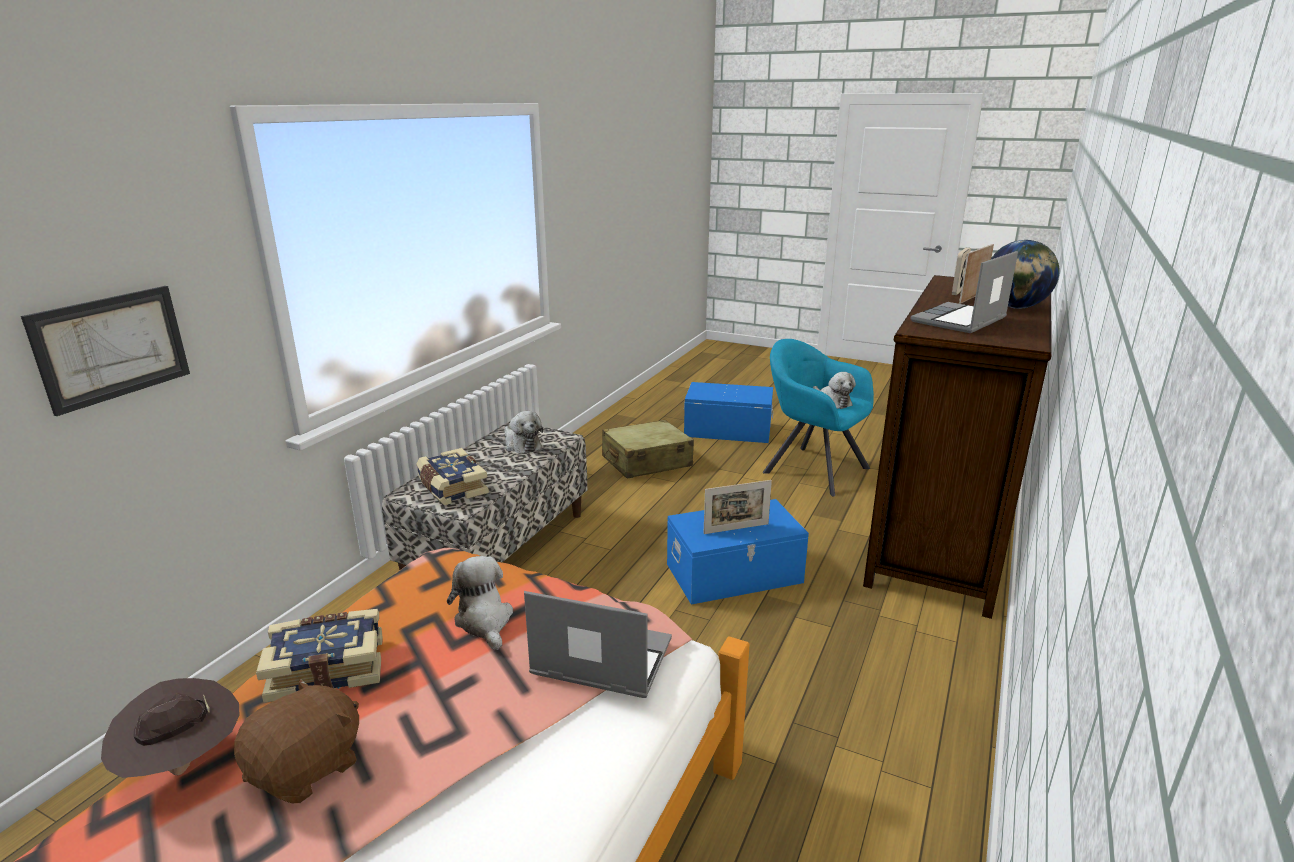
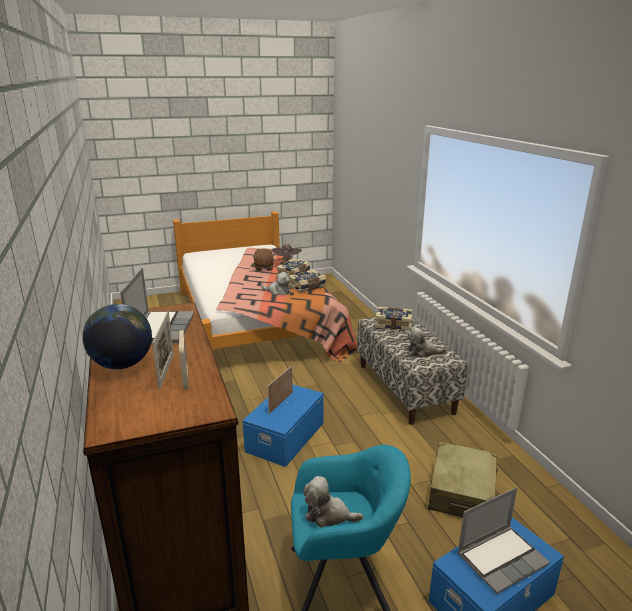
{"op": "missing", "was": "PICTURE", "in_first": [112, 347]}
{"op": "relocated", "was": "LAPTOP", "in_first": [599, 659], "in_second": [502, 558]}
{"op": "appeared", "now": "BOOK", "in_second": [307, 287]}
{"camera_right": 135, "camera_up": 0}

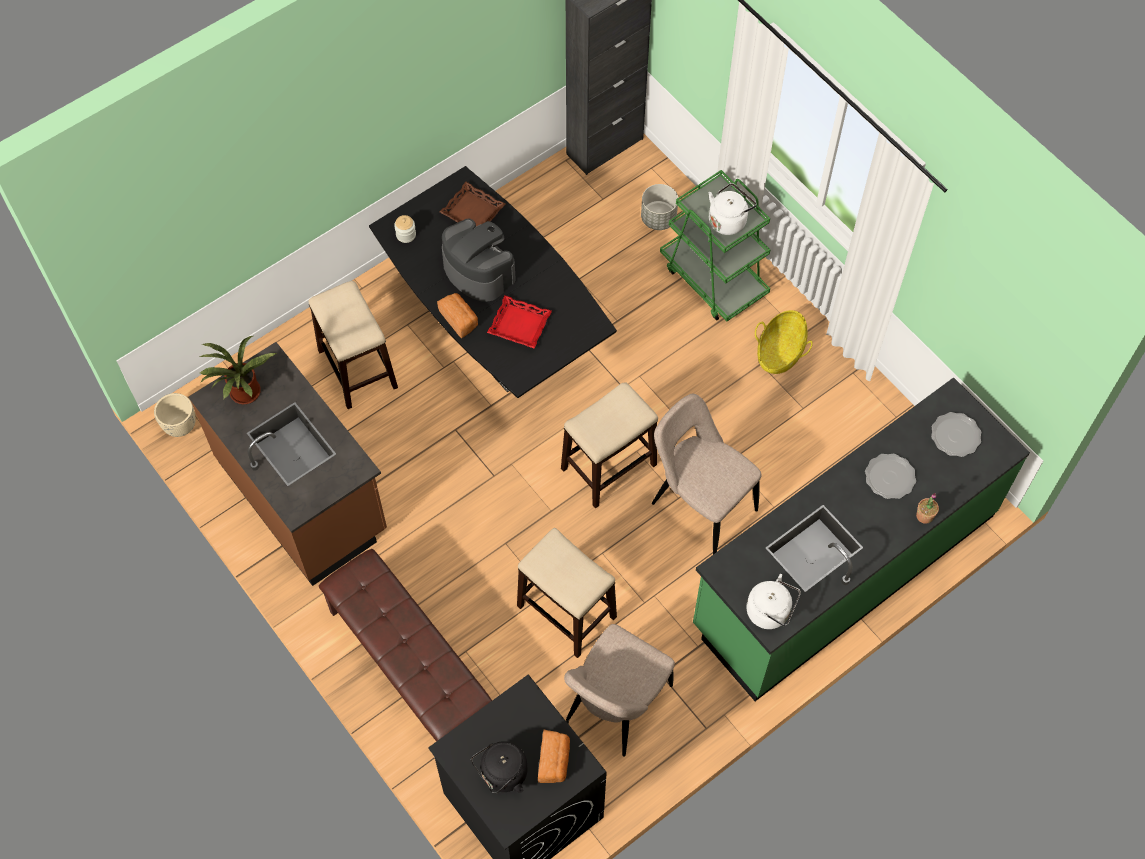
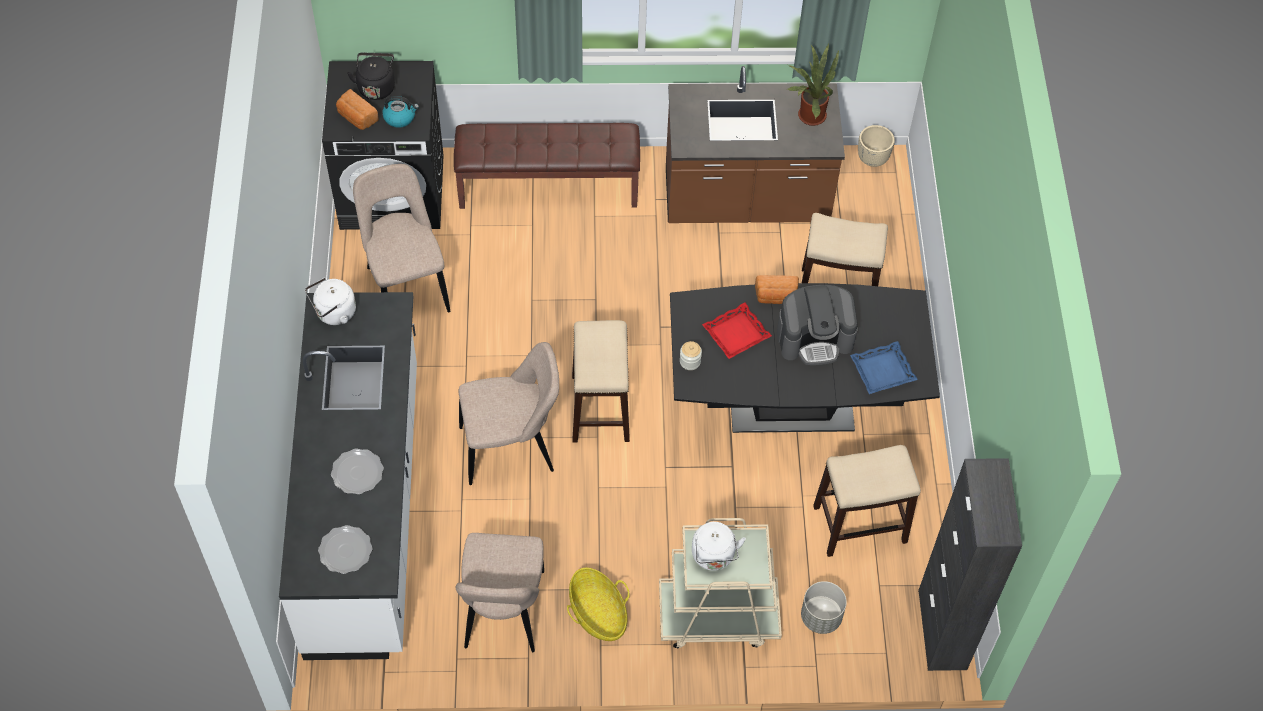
{"op": "colour", "was": "GREEN CART", "now": "BEIGE CART", "in_first": [713, 278], "in_second": [718, 616]}
{"op": "colour", "was": "BROWN TRAY", "now": "BLUE TRAY", "in_first": [472, 212], "in_second": [882, 370]}
{"op": "relocated", "was": "JAR", "in_first": [406, 235], "in_second": [690, 361]}
{"op": "colour", "was": "GREEN COUNTER", "now": "WHITE COUNTER", "in_first": [843, 569], "in_second": [366, 509]}
{"op": "missing", "was": "POTTED PLANT", "in_first": [924, 516]}
{"op": "relocated", "was": "STOOL", "in_first": [567, 612], "in_second": [859, 524]}
{"op": "appeared", "now": "KETTLE", "in_second": [400, 117]}
{"op": "appeared", "now": "BEIGE CHAIR", "in_second": [503, 614]}
{"camera_right": 125, "camera_up": -5}

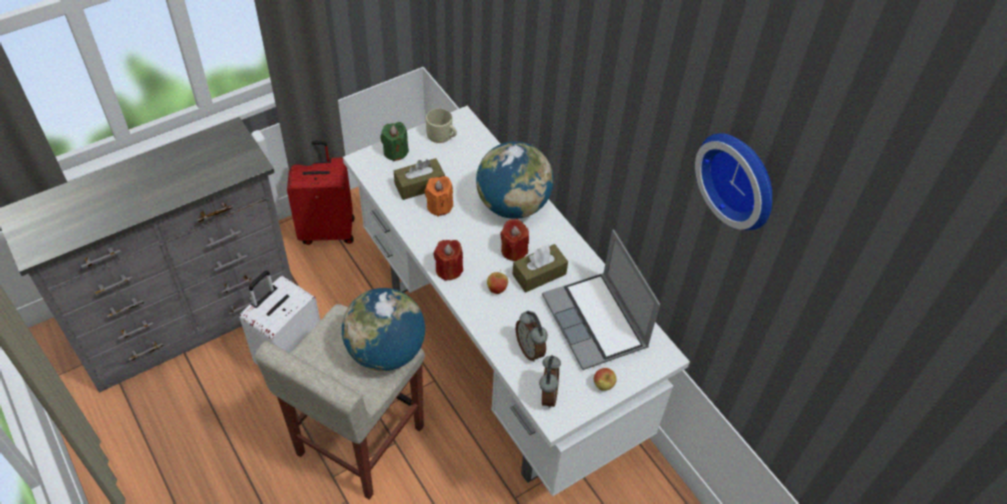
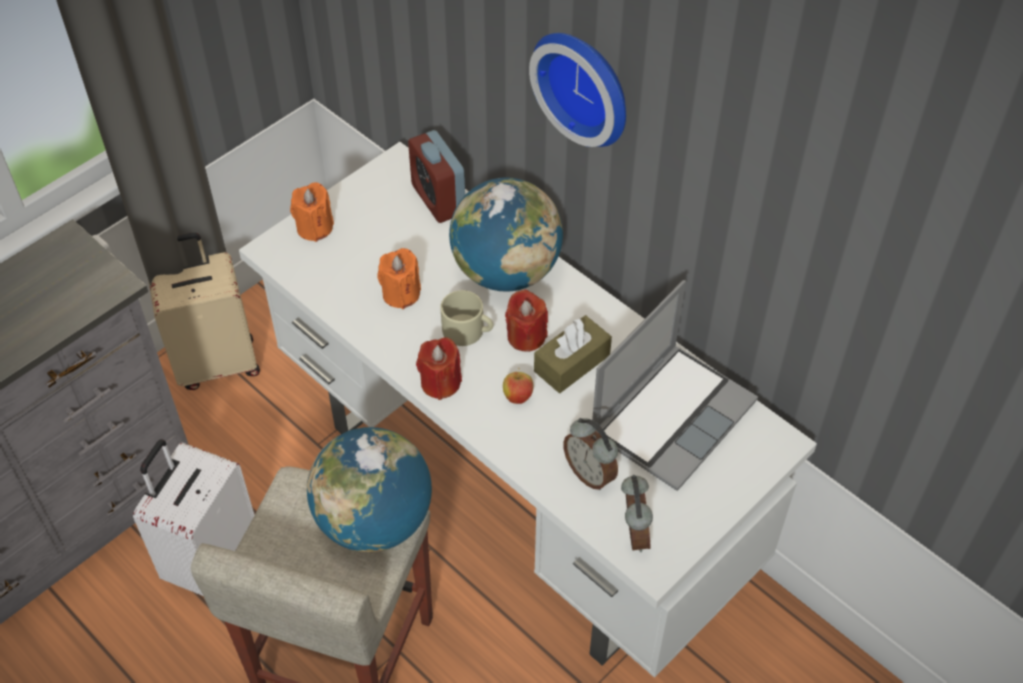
{"op": "relocated", "was": "BEIGE MUG", "in_first": [442, 135], "in_second": [468, 331]}
{"op": "colour", "was": "GREEN CANDLE", "now": "ORANGE CANDLE", "in_first": [395, 152], "in_second": [314, 227]}
{"op": "relocated", "was": "WALL CLOCK", "in_first": [741, 178], "in_second": [586, 85]}
{"op": "colour", "was": "RED SUITCASE", "now": "BEIGE SUITCASE", "in_first": [327, 230], "in_second": [217, 363]}
{"op": "missing", "was": "BROWN TISSUE BOX", "in_first": [419, 185]}
{"op": "spun", "was": "LAPTOP", "in_first": [596, 323], "in_second": [672, 415], "clockwise": -105}
{"op": "missing", "was": "APPLE", "in_first": [603, 385]}
{"op": "appeared", "now": "ALARM CLOCK", "in_second": [438, 199]}
{"camera_right": -10, "camera_up": 0}

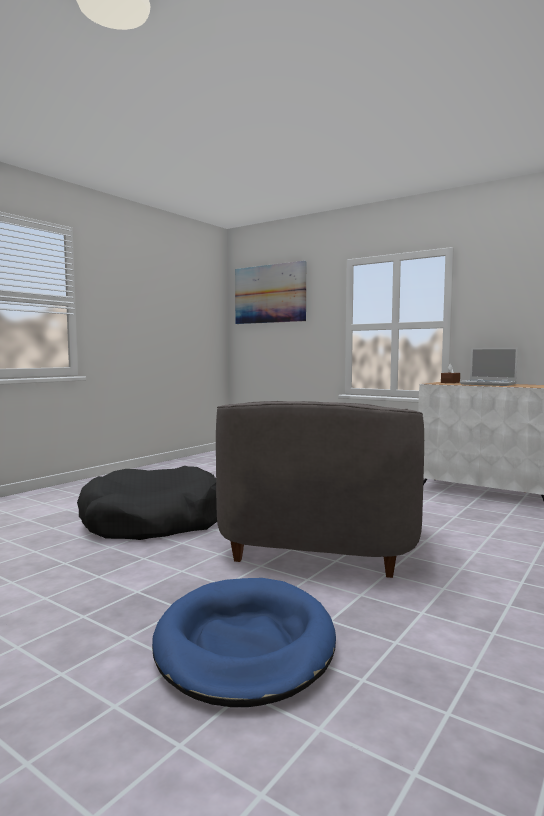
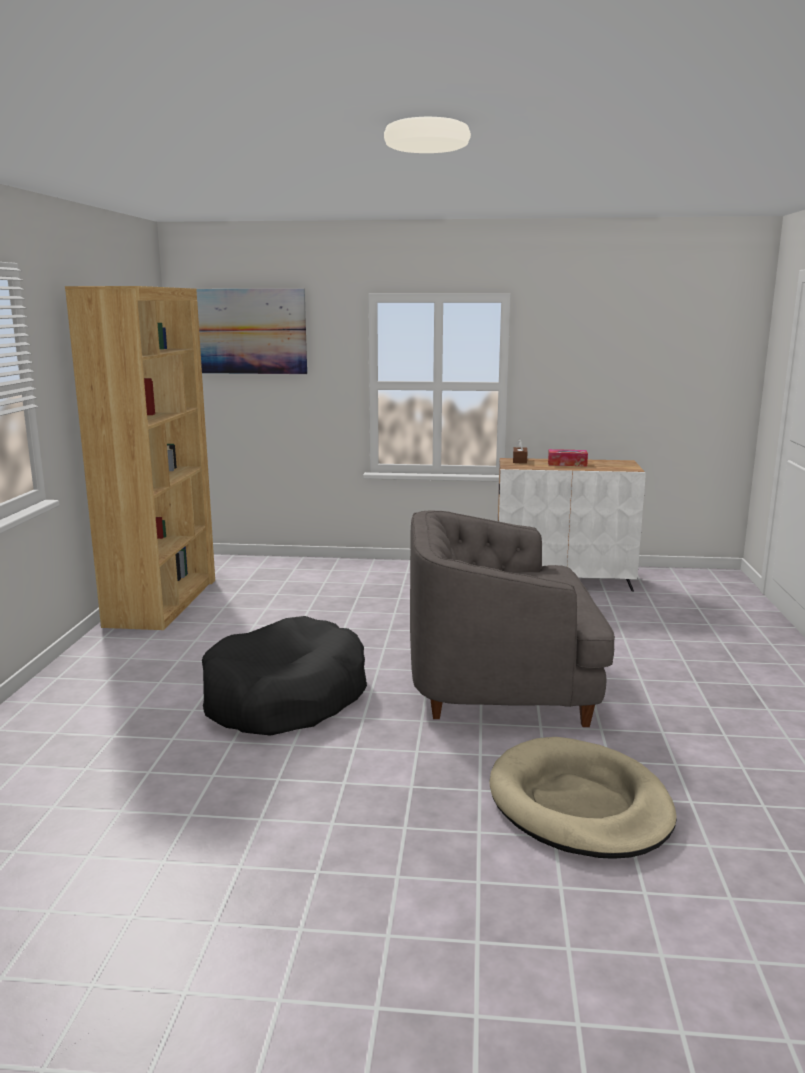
{"op": "exchanged", "was": "LAPTOP", "now": "TISSUE BOX", "in_first": [488, 384], "in_second": [567, 464]}
{"op": "spun", "was": "GREY ARMCHAIR", "in_first": [322, 543], "in_second": [500, 682], "clockwise": 105}
{"op": "colour", "was": "BLUE DOG BED", "now": "BEIGE DOG BED", "in_first": [245, 645], "in_second": [579, 804]}
{"op": "appeared", "now": "BROWN BOOKCASE", "in_second": [162, 602]}
{"camera_right": -30, "camera_up": 10}

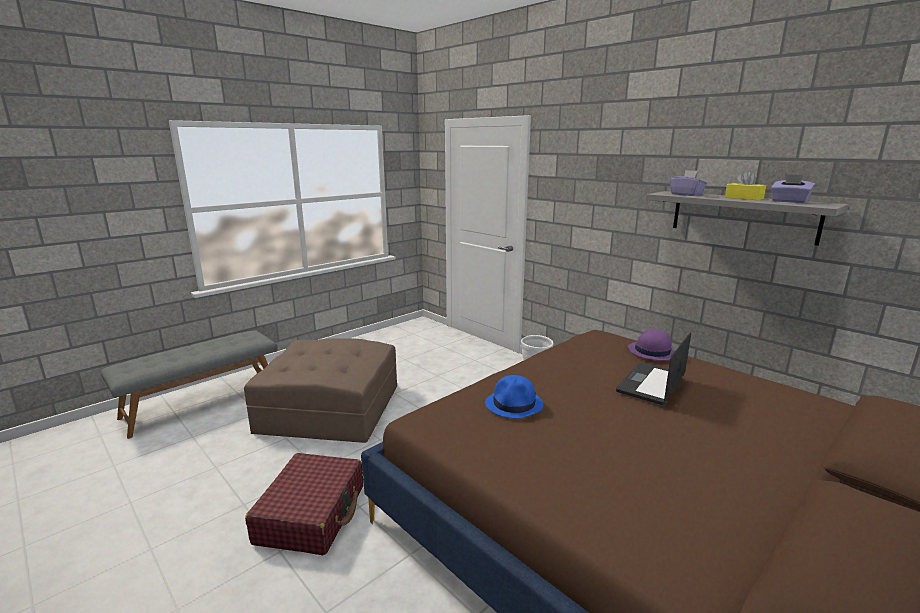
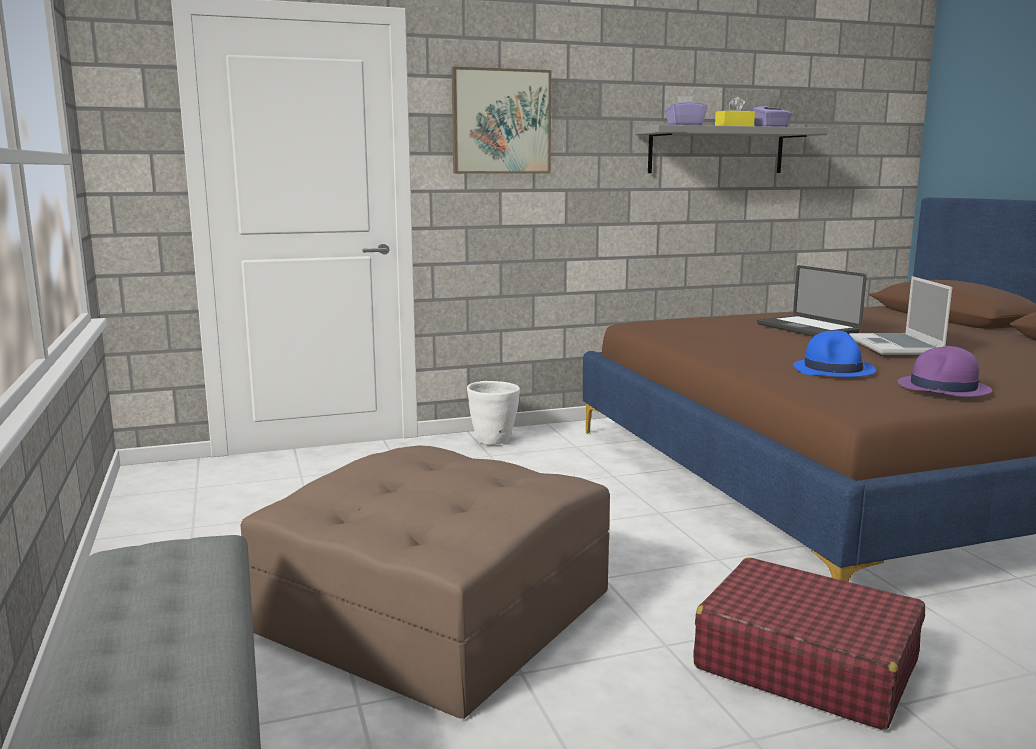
{"op": "relocated", "was": "PURPLE HAT", "in_first": [651, 351], "in_second": [943, 388]}
{"op": "appeared", "now": "PICTURE", "in_second": [501, 122]}
{"op": "appeared", "now": "LAPTOP", "in_second": [897, 347]}
{"camera_right": -65, "camera_up": -5}

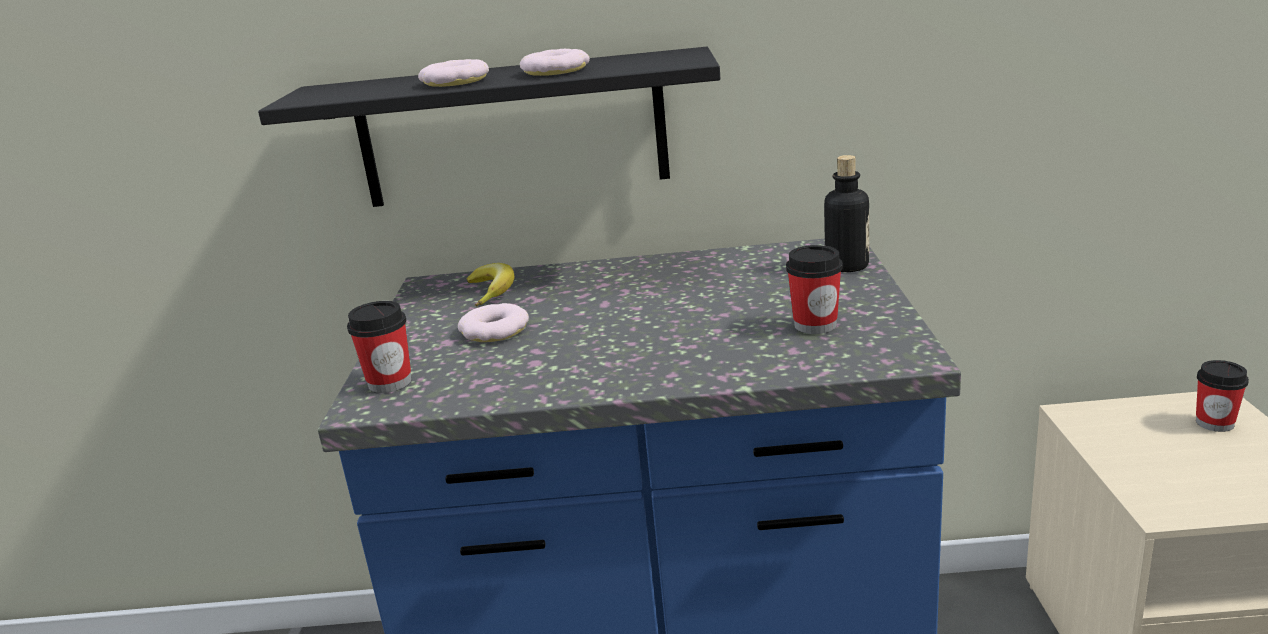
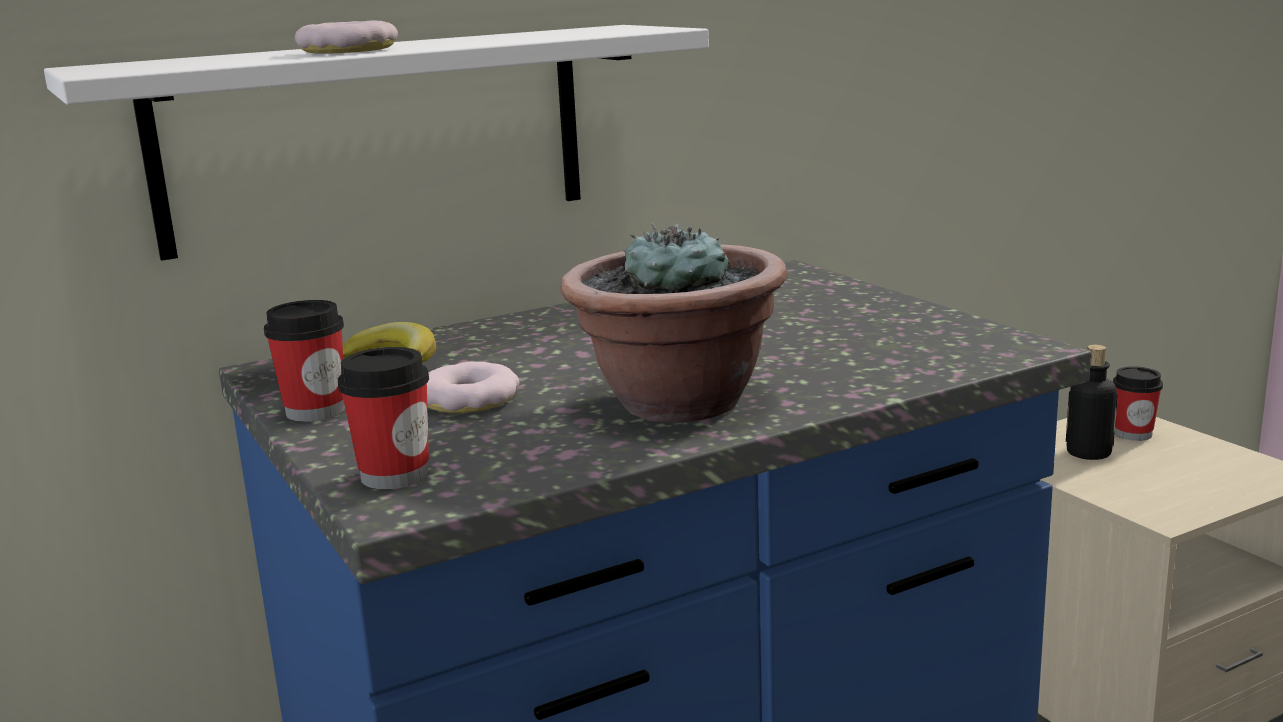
{"op": "colour", "was": "BLACK SHELF", "now": "WHITE SHELF", "in_first": [512, 130], "in_second": [375, 137]}
{"op": "missing", "was": "DONUT", "in_first": [555, 71]}
{"op": "relocated", "was": "BOTTLE", "in_first": [847, 266], "in_second": [1088, 453]}
{"op": "relocated", "was": "CUP", "in_first": [815, 325], "in_second": [315, 411]}
{"op": "appeared", "now": "POTTED PLANT", "in_second": [677, 402]}
{"camera_right": -30, "camera_up": -5}

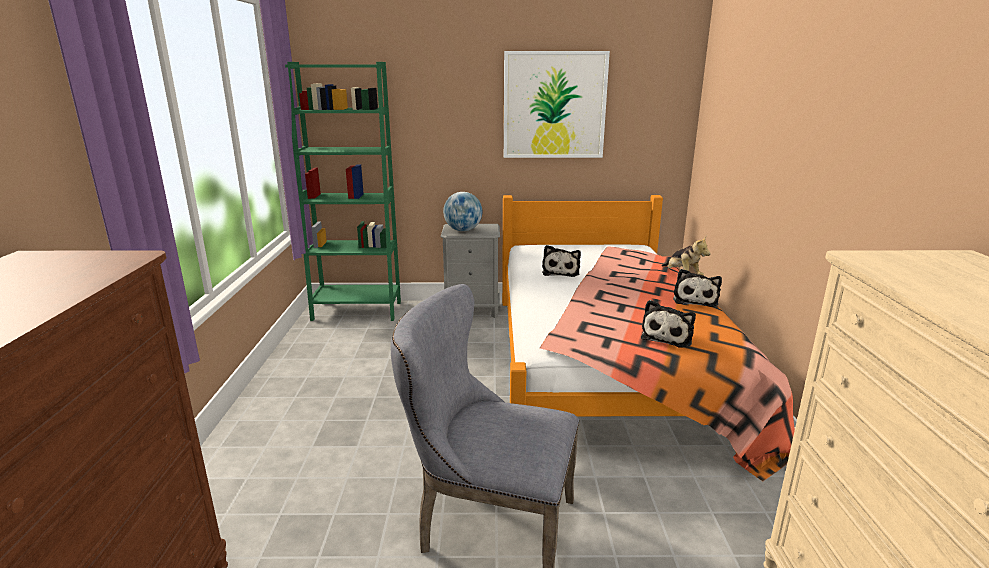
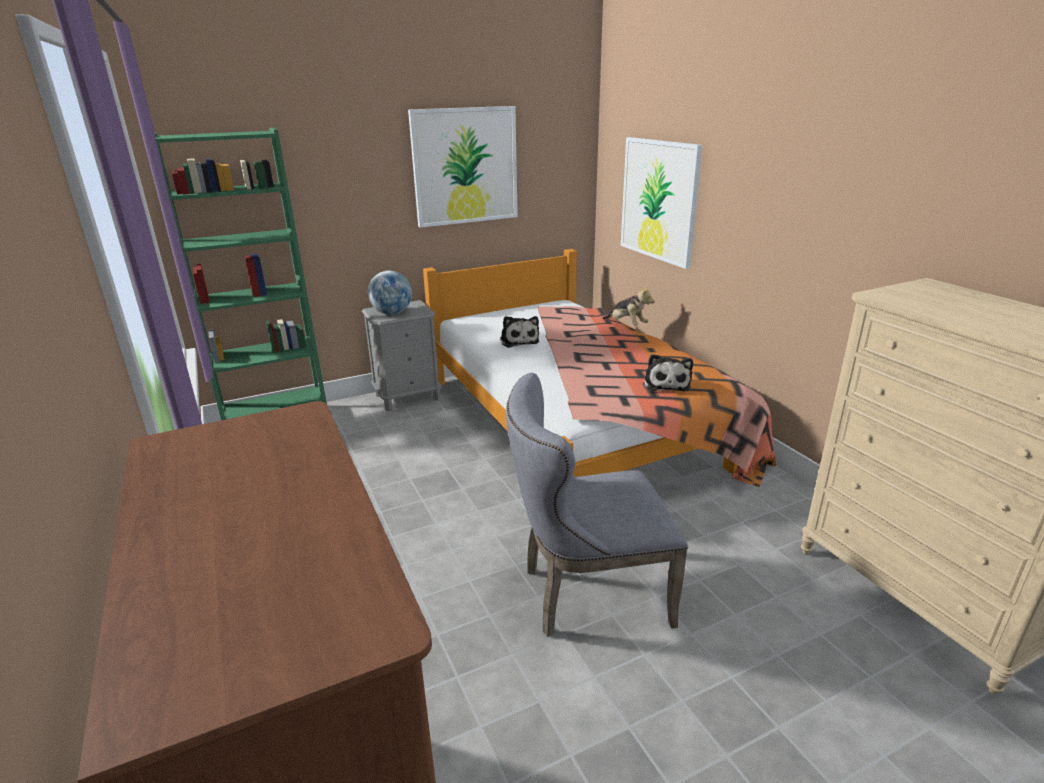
{"op": "missing", "was": "PLUSH TOY", "in_first": [695, 299]}
{"op": "appeared", "now": "PICTURE", "in_second": [659, 200]}
{"camera_right": -25, "camera_up": 5}

